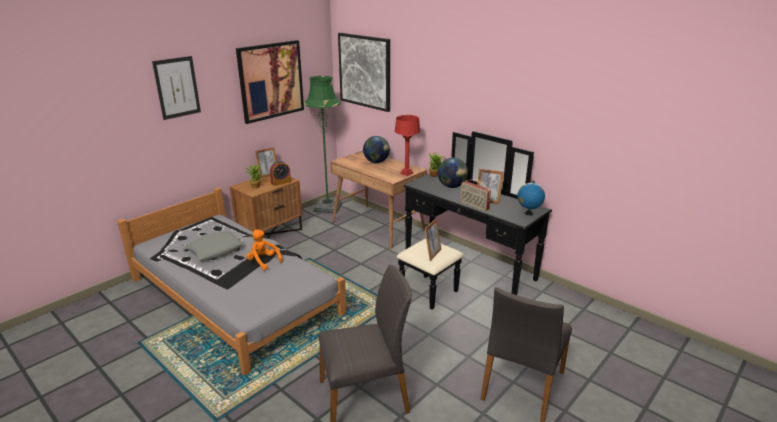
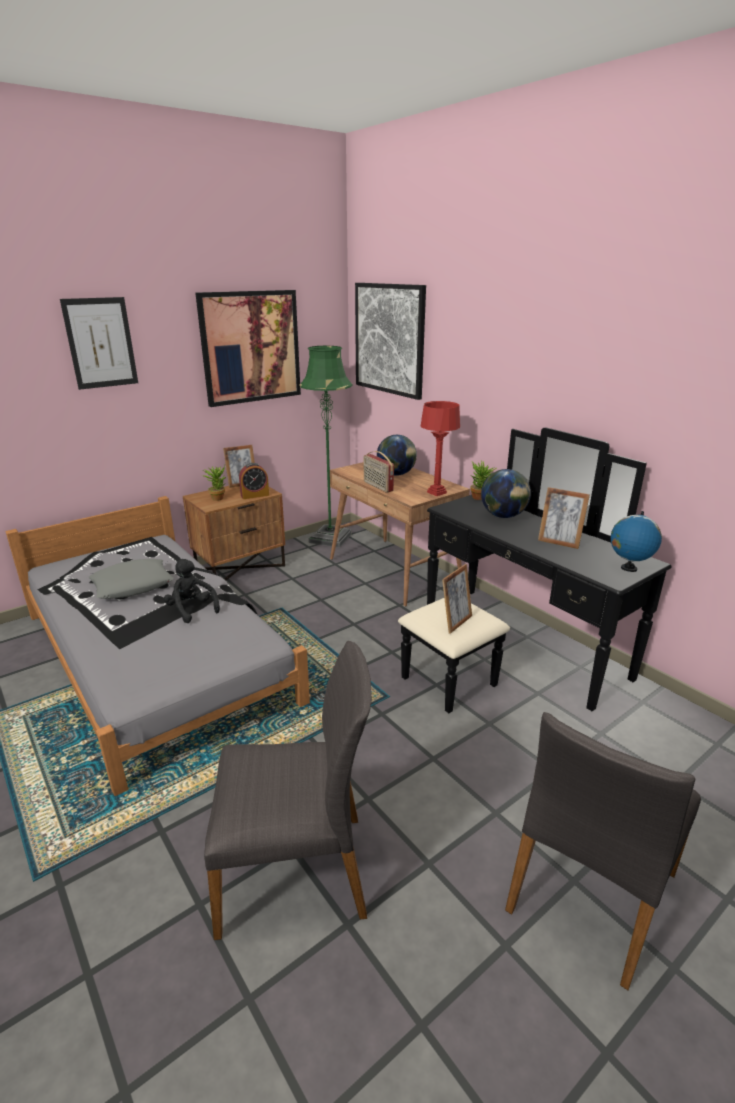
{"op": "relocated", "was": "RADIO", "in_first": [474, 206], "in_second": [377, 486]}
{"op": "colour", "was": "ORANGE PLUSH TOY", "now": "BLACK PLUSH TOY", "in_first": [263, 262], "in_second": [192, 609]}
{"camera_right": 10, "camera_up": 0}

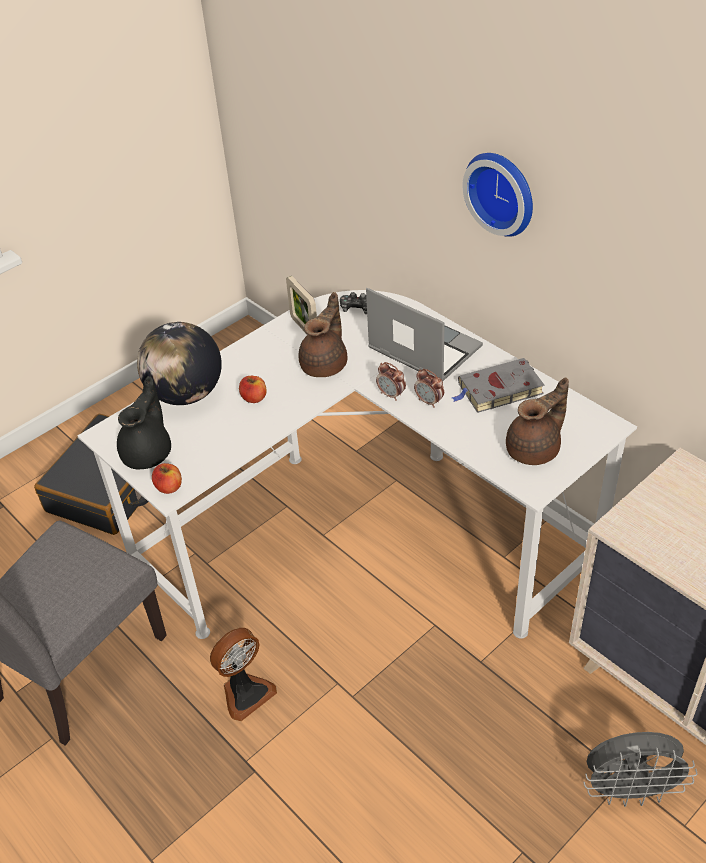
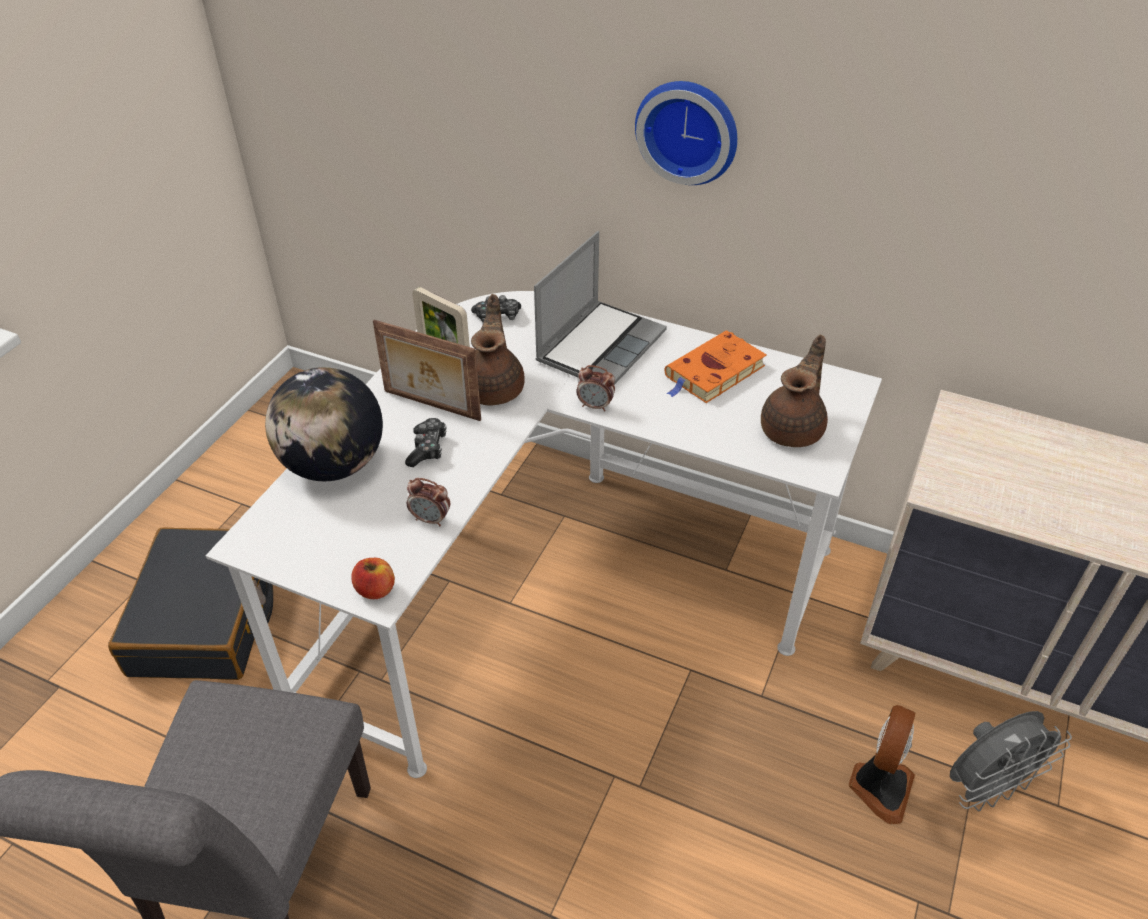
{"op": "spun", "was": "LAPTOP", "in_first": [422, 349], "in_second": [600, 345], "clockwise": 105}
{"op": "colour", "was": "GREY BOOK", "now": "ORANGE BOOK", "in_first": [498, 390], "in_second": [713, 373]}
{"op": "relocated", "was": "ALARM CLOCK", "in_first": [429, 401], "in_second": [431, 519]}
{"op": "missing", "was": "BLACK TEAPOT", "in_first": [149, 453]}
{"op": "exchanged", "was": "APPLE", "now": "GAME CONTROLLER", "in_first": [254, 398], "in_second": [427, 448]}
{"op": "relocated", "was": "FAN", "in_first": [245, 692], "in_second": [879, 786]}
{"op": "appeared", "now": "PICTURE FRAME", "in_second": [431, 406]}
{"camera_right": -25, "camera_up": 0}

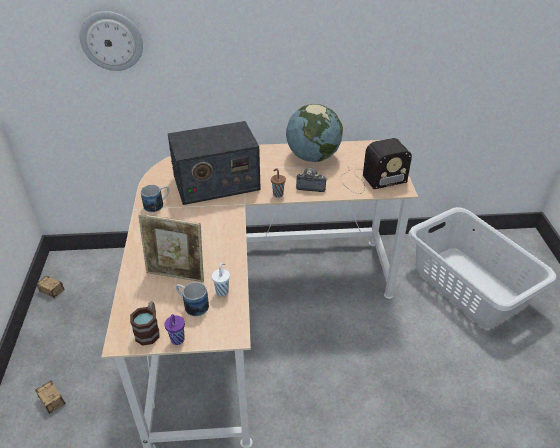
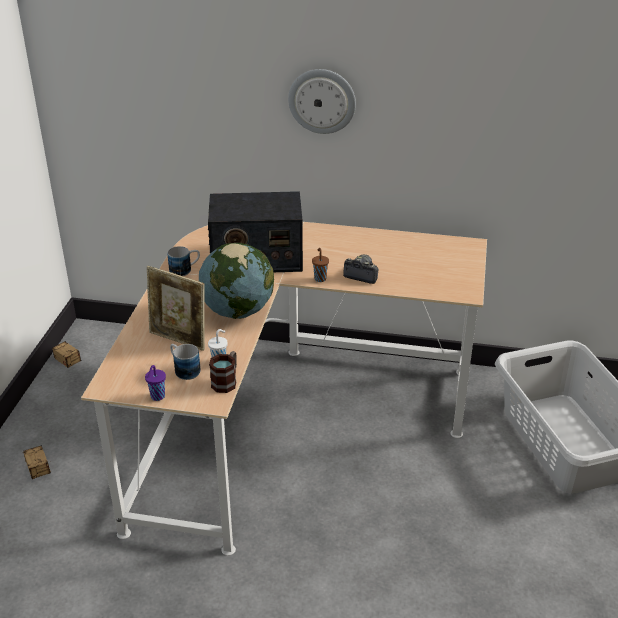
{"op": "relocated", "was": "WALL CLOCK", "in_first": [112, 41], "in_second": [322, 101]}
{"op": "relocated", "was": "GLOBE", "in_first": [313, 157], "in_second": [238, 311]}
{"op": "missing", "was": "RADIO", "in_first": [370, 180]}
{"op": "relocated", "was": "MUG", "in_first": [149, 330], "in_second": [226, 381]}
{"camera_right": 15, "camera_up": -5}

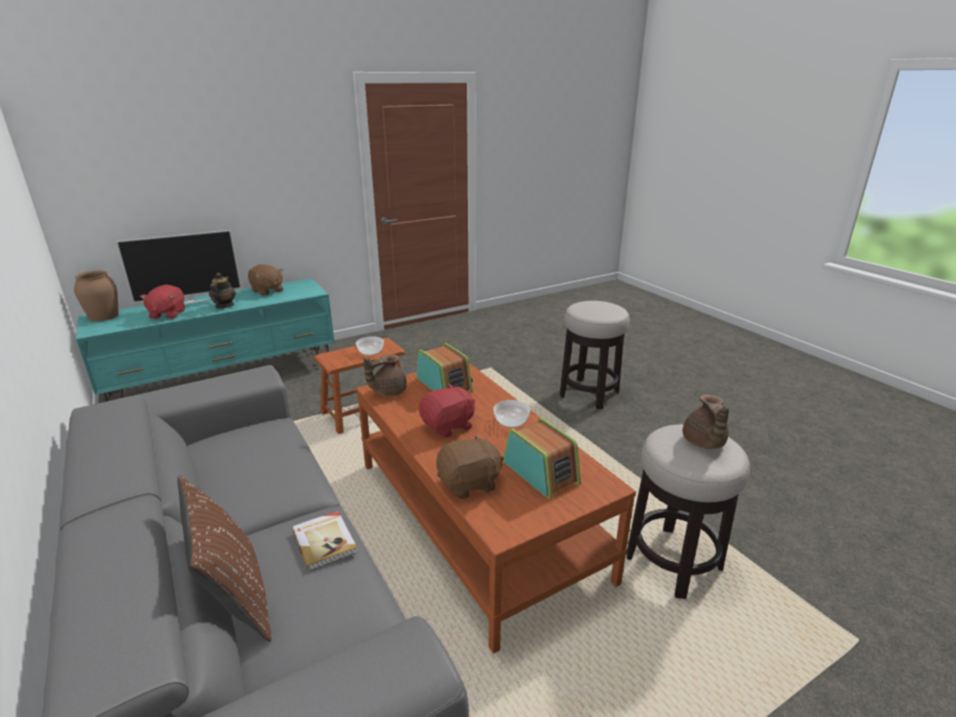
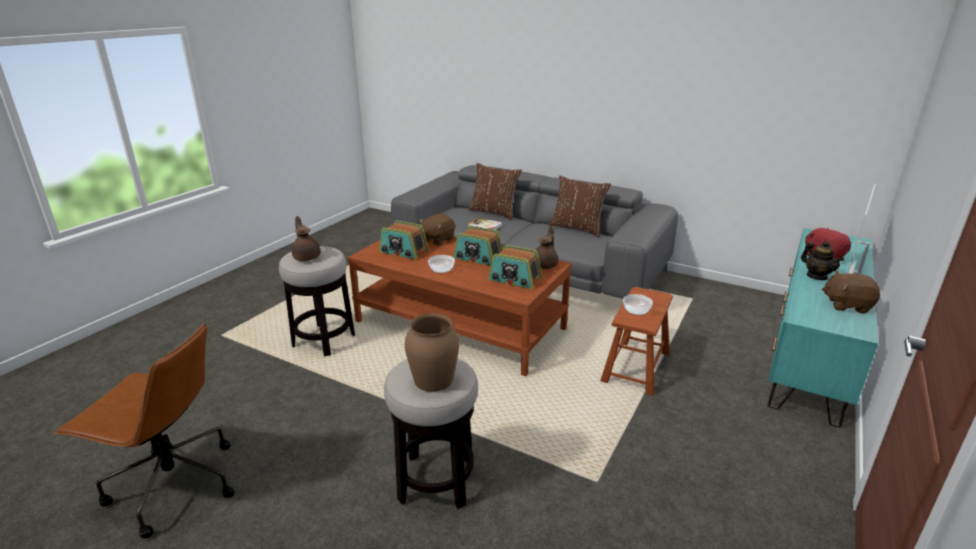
{"op": "relocated", "was": "BROWN VASE", "in_first": [104, 316], "in_second": [433, 380]}
{"op": "exchanged", "was": "RED PLUSH TOY", "now": "RADIO", "in_first": [448, 426], "in_second": [478, 258]}
{"op": "appeared", "now": "BROWN PILLOW", "in_second": [577, 228]}
{"op": "appeared", "now": "BROWN OFFICE CHAIR", "in_second": [172, 486]}
{"camera_right": 150, "camera_up": 0}

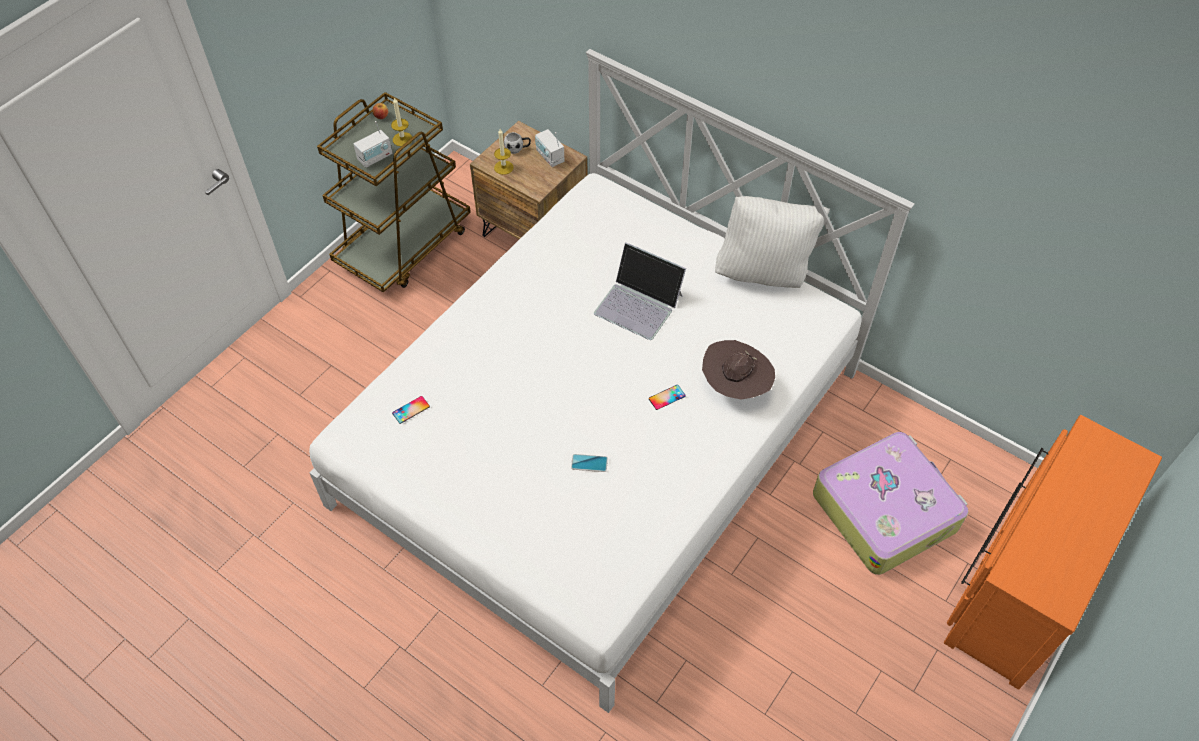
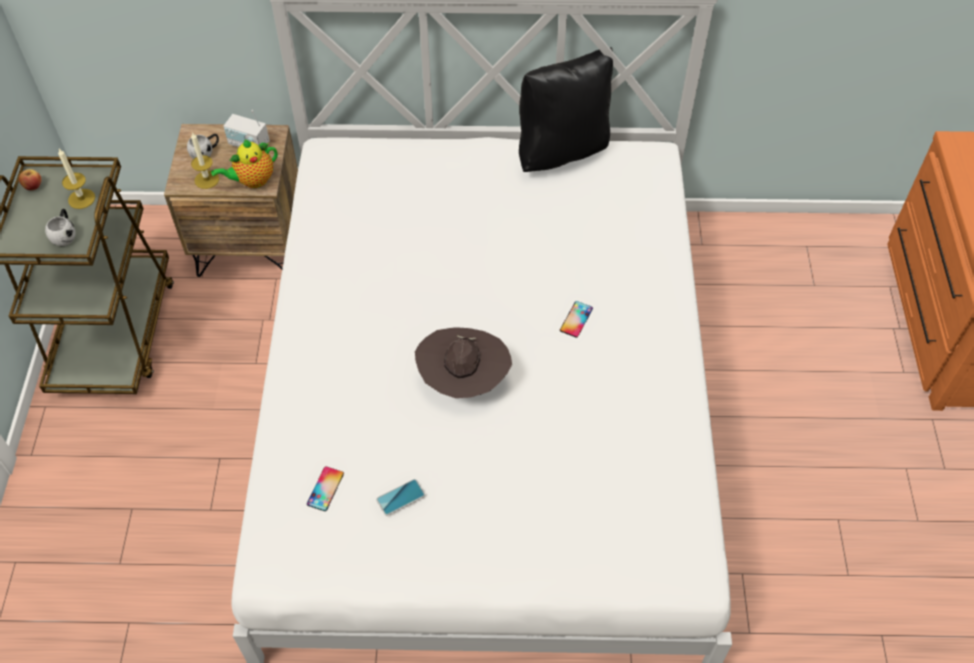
{"op": "exchanged", "was": "RADIO", "now": "WHITE MUG", "in_first": [375, 158], "in_second": [65, 234]}
{"op": "colour", "was": "WHITE PILLOW", "now": "BLACK PILLOW", "in_first": [764, 273], "in_second": [562, 150]}
{"op": "missing", "was": "LAPTOP", "in_first": [639, 304]}
{"op": "relocated", "was": "BROWN HAT", "in_first": [735, 386], "in_second": [463, 380]}
{"op": "missing", "was": "SUITCASE", "in_first": [885, 510]}
{"op": "relocated", "was": "PHONE", "in_first": [589, 463], "in_second": [400, 497]}
{"op": "appeared", "now": "TEAPOT", "in_second": [252, 180]}
{"camera_right": -35, "camera_up": 0}

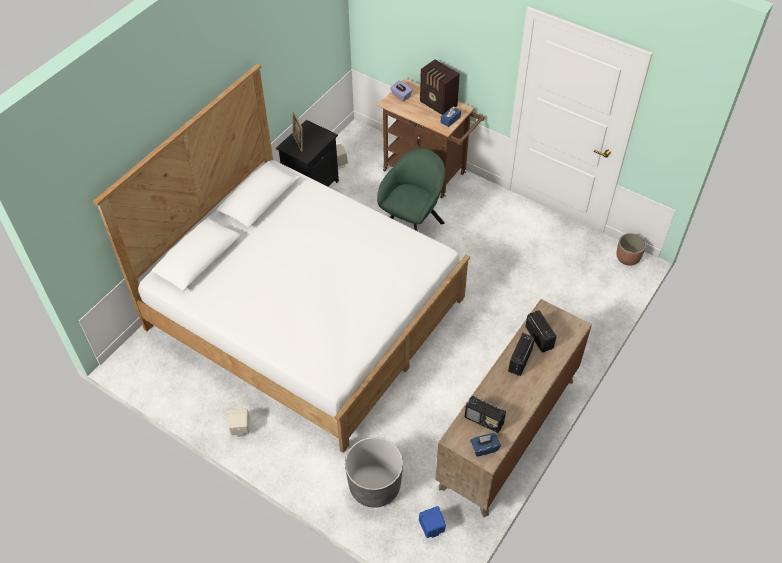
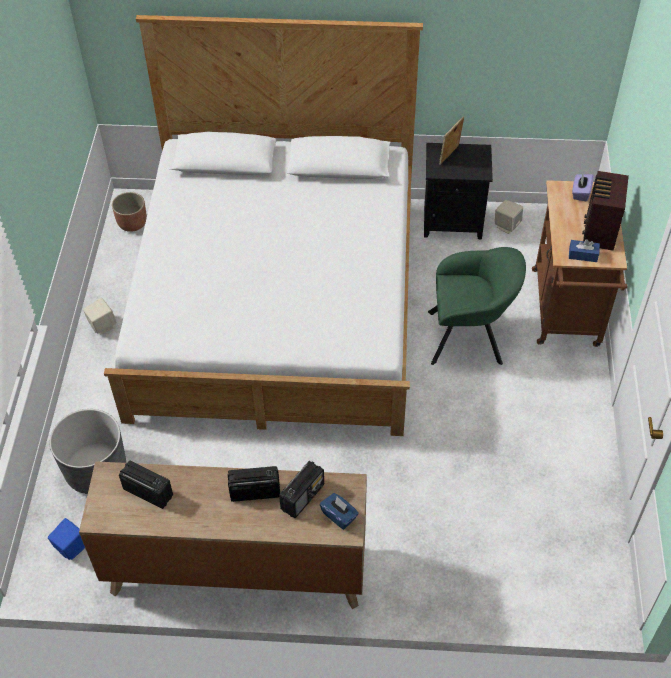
{"op": "relocated", "was": "PLANTER", "in_first": [627, 258], "in_second": [132, 223]}
{"op": "spun", "was": "RADIO", "in_first": [484, 420], "in_second": [148, 492], "clockwise": 120}
{"op": "relocated", "was": "BLUE TISSUE BOX", "in_first": [484, 448], "in_second": [339, 516]}
{"camera_right": 60, "camera_up": 0}

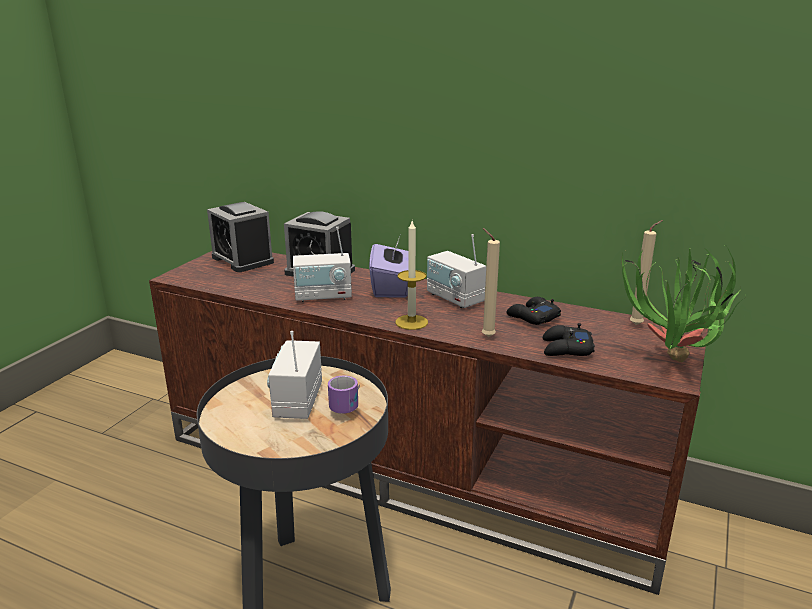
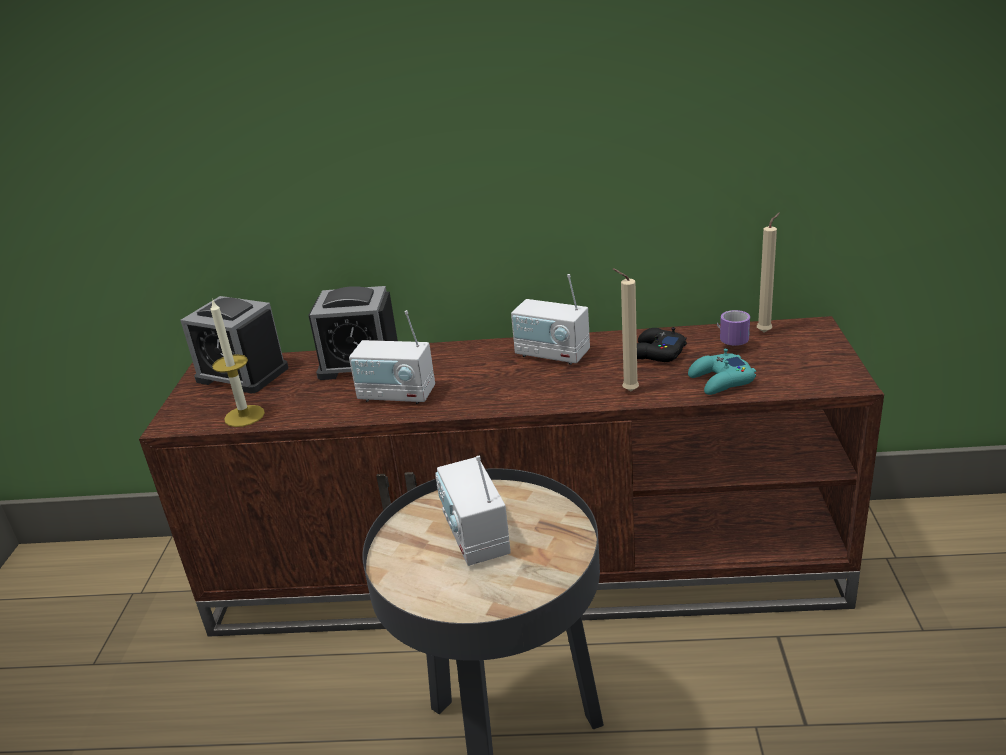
{"op": "relocated", "was": "CANDLE", "in_first": [411, 322], "in_second": [244, 416]}
{"op": "spun", "was": "RADIO", "in_first": [323, 296], "in_second": [397, 395], "clockwise": 45}
{"op": "missing", "was": "PURPLE TISSUE BOX", "in_first": [392, 287]}
{"op": "missing", "was": "POTTED PLANT", "in_first": [671, 366]}
{"op": "colour", "was": "BLACK GAME CONTROLLER", "now": "TURQUOISE GAME CONTROLLER", "in_first": [566, 348], "in_second": [721, 381]}
{"op": "relocated", "was": "MUG", "in_first": [350, 404], "in_second": [728, 340]}
{"camera_right": -20, "camera_up": 5}

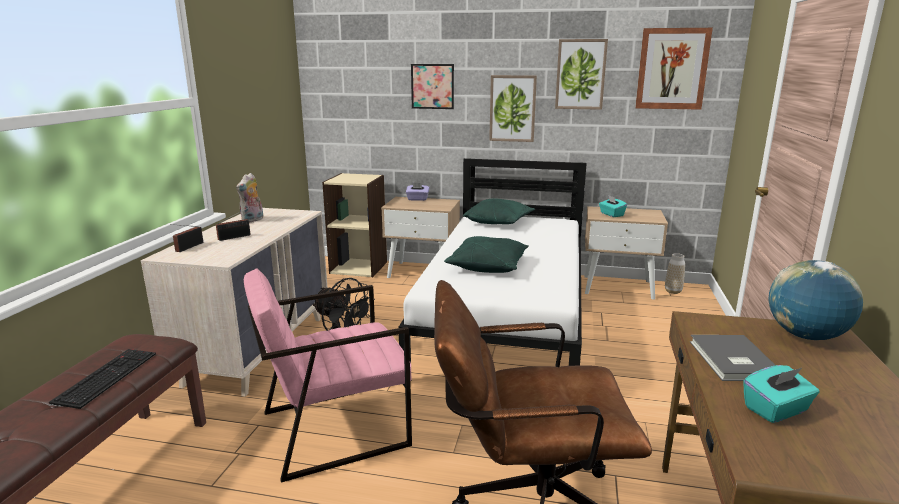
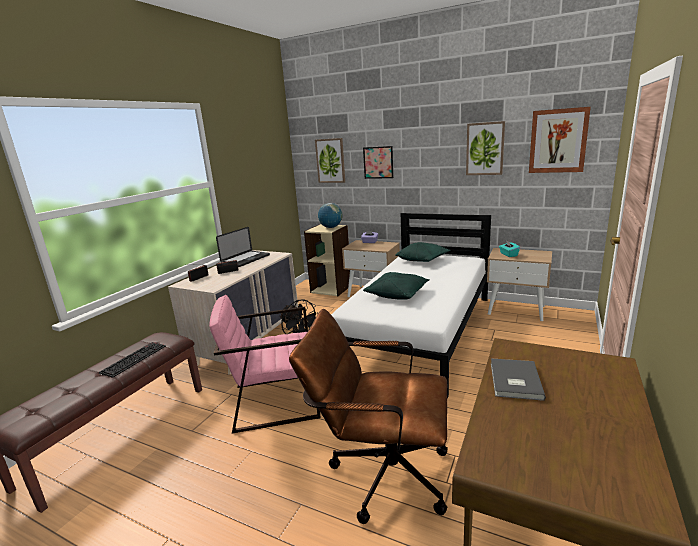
{"op": "relocated", "was": "PICTURE", "in_first": [512, 108], "in_second": [330, 160]}
{"op": "exchanged", "was": "PLUSH TOY", "now": "LAPTOP", "in_first": [253, 220], "in_second": [246, 259]}
{"op": "missing", "was": "VASE", "in_first": [673, 291]}
{"op": "relocated", "was": "GLOBE", "in_first": [805, 336], "in_second": [331, 227]}
{"op": "missing", "was": "TURQUOISE TISSUE BOX", "in_first": [776, 410]}
{"camera_right": 15, "camera_up": 0}

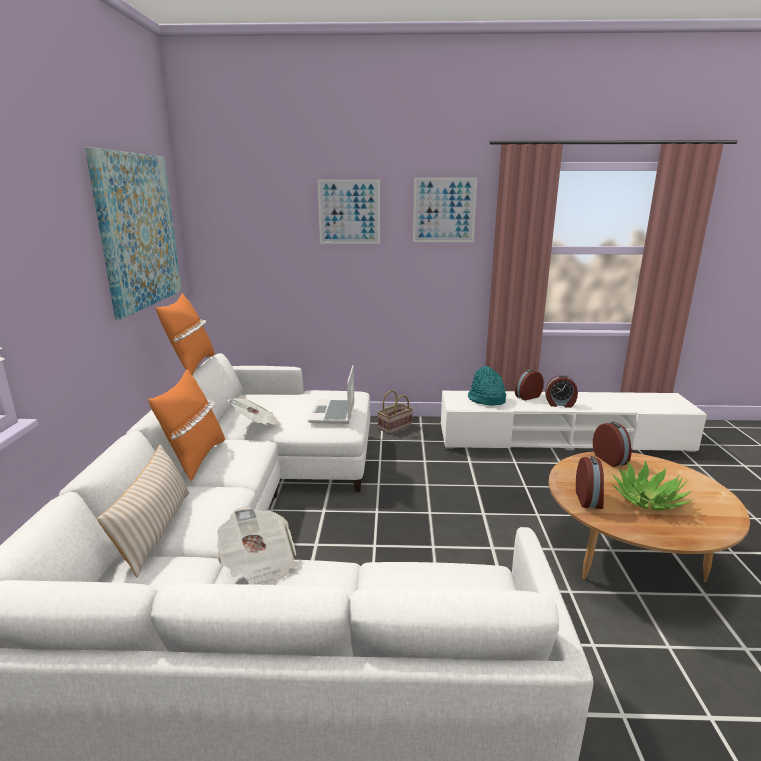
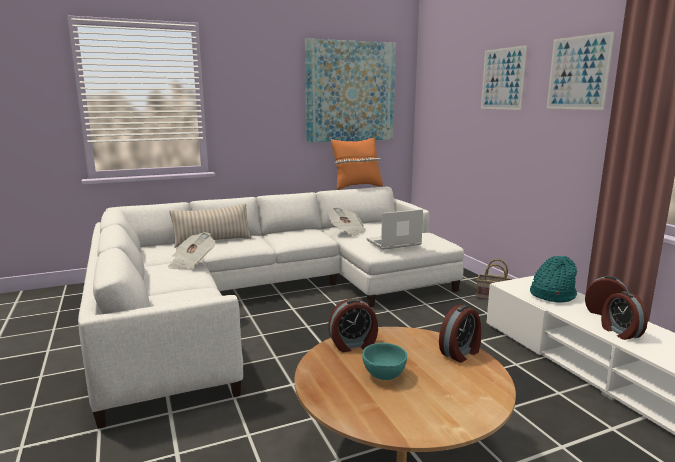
{"op": "missing", "was": "ORANGE PILLOW", "in_first": [195, 459]}
{"op": "exchanged", "was": "POTTED PLANT", "now": "TURQUOISE BOWL", "in_first": [647, 500], "in_second": [383, 375]}
{"camera_right": 65, "camera_up": -5}

